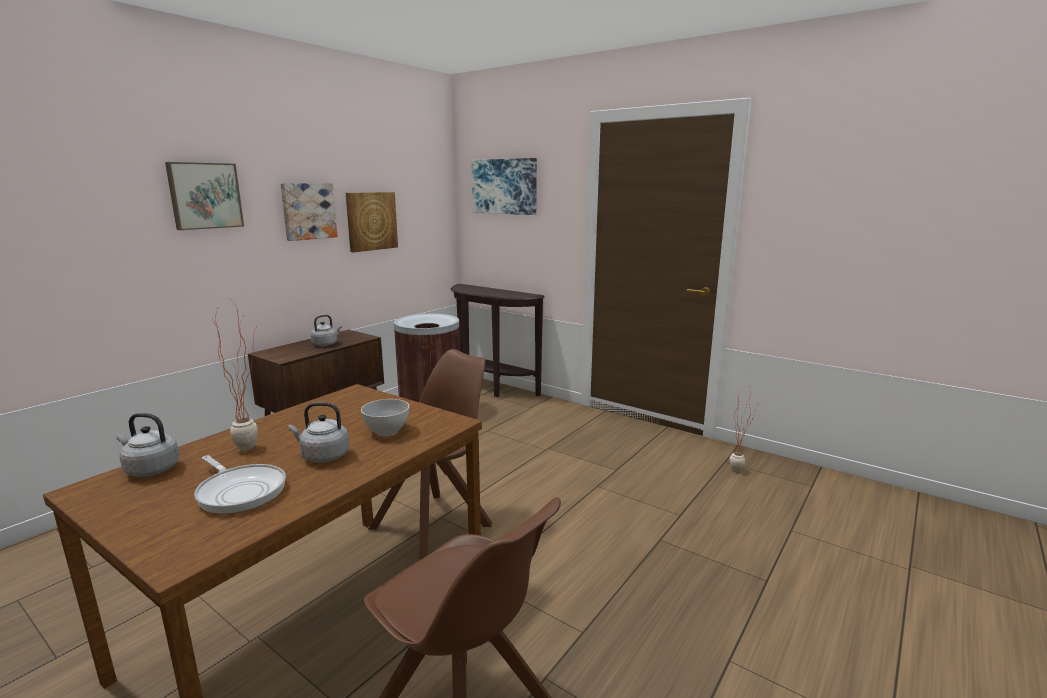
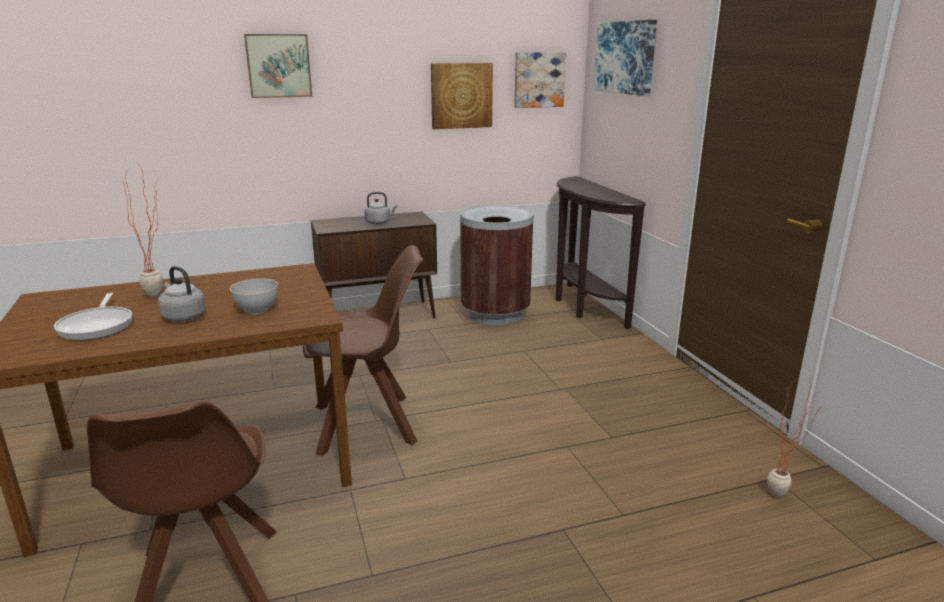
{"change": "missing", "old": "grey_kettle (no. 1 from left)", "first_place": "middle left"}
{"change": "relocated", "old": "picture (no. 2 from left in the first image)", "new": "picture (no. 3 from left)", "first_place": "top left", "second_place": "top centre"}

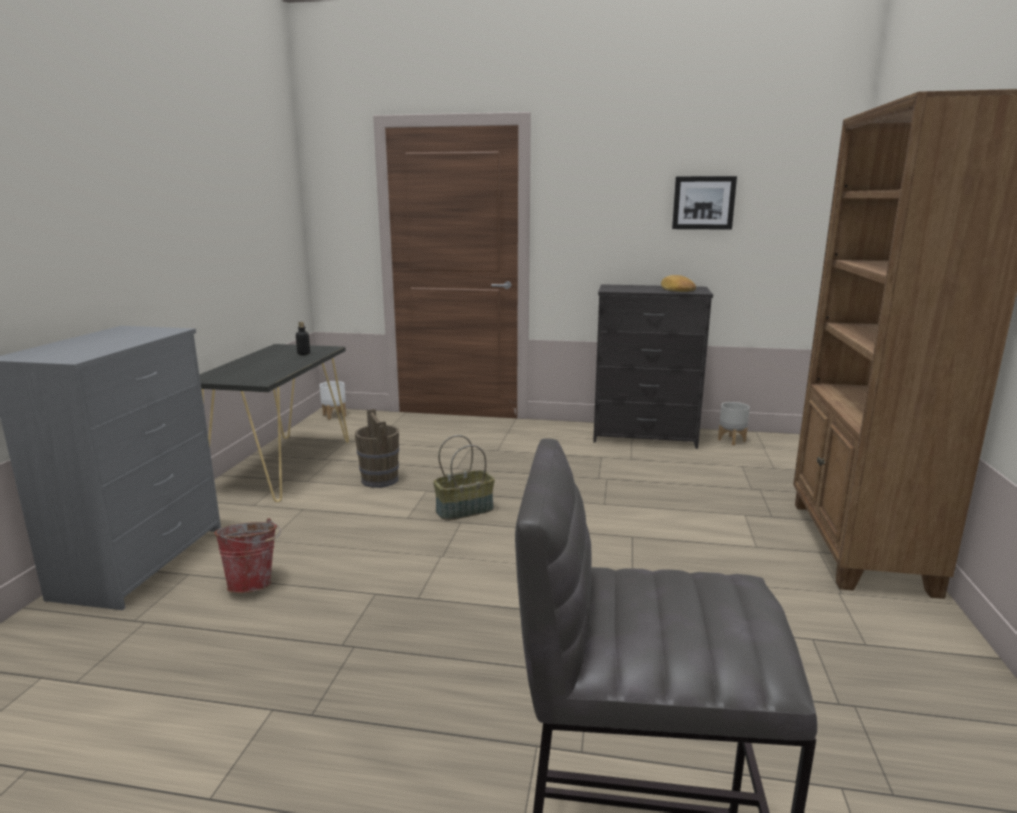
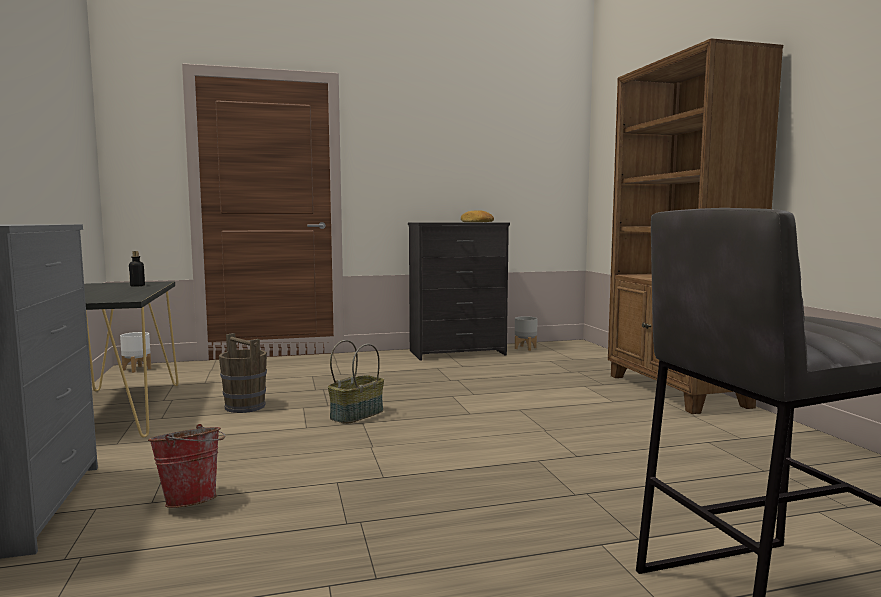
{"change": "missing", "old": "picture", "first_place": "top right"}

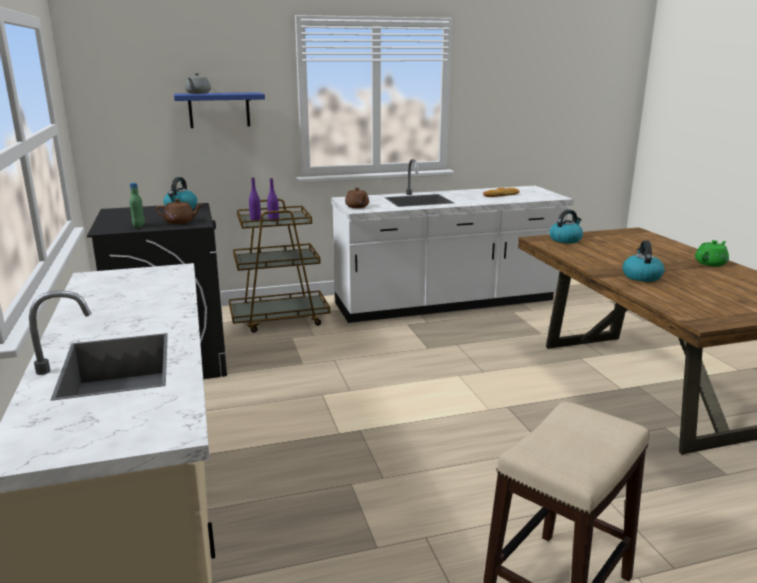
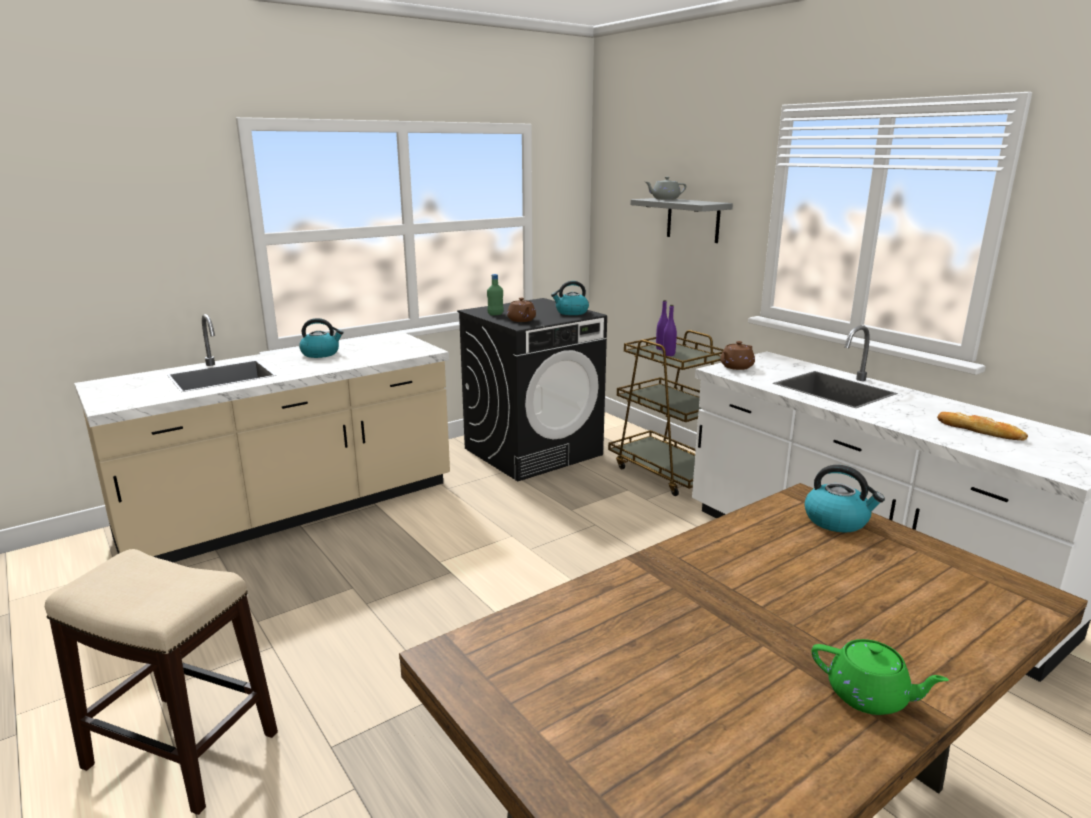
{"change": "colour", "old": "blue_shelf", "new": "grey_shelf", "first_place": "top left", "second_place": "top centre"}
{"change": "relocated", "old": "kettle (no. 3 from left in the first image)", "new": "kettle (no. 1 from left)", "first_place": "middle right", "second_place": "middle left"}

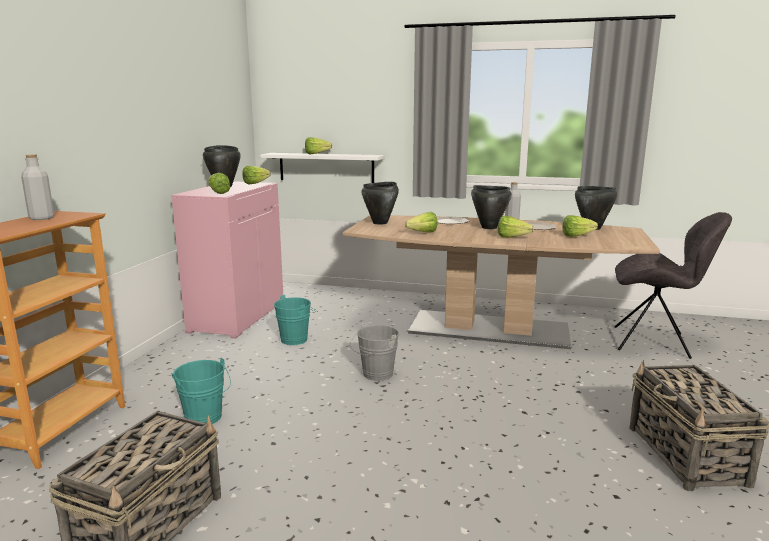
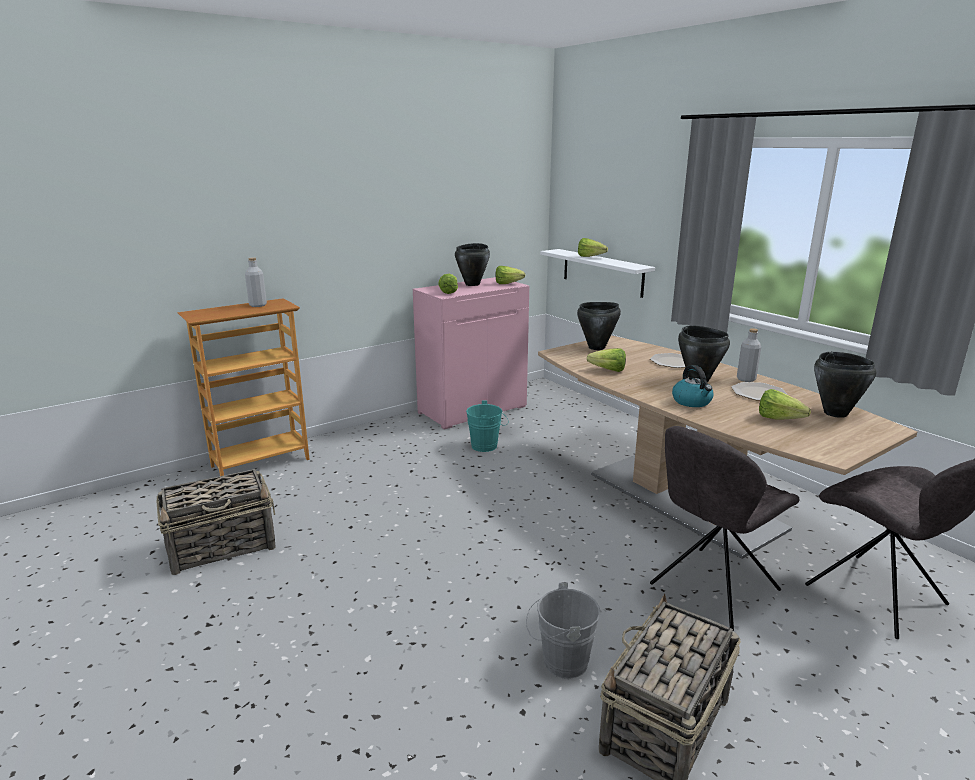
{"change": "missing", "old": "turquoise_bucket (no. 1 from left)", "first_place": "bottom left"}
{"change": "relocated", "old": "grey_bucket", "first_place": "centre", "second_place": "bottom centre"}
{"change": "exchanged", "old": "lettuce (no. 5 from left)", "new": "kettle", "first_place": "middle right", "second_place": "middle right"}
{"change": "appeared", "new": "grey_chair (no. 1 from left)", "second_place": "bottom right"}

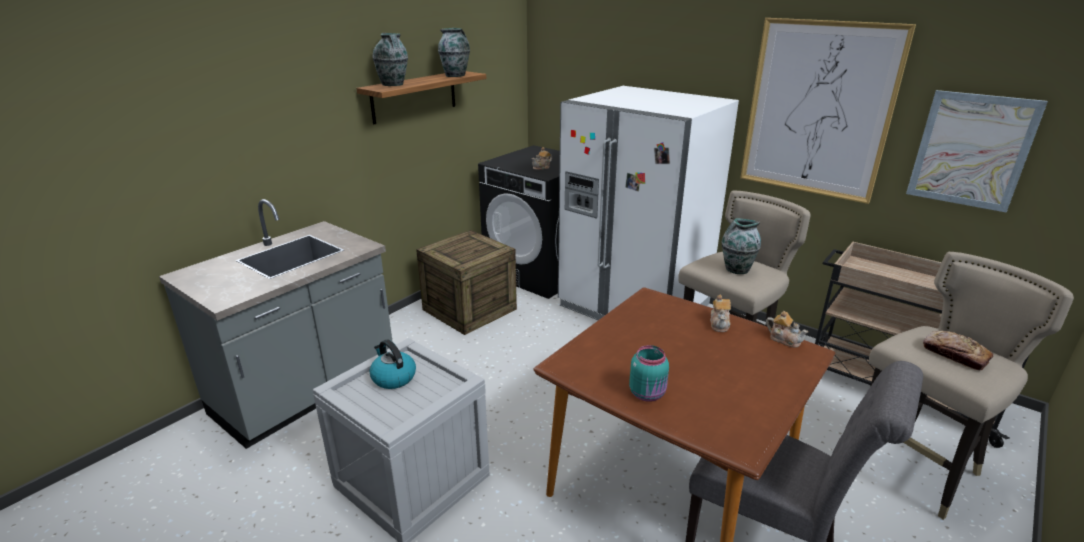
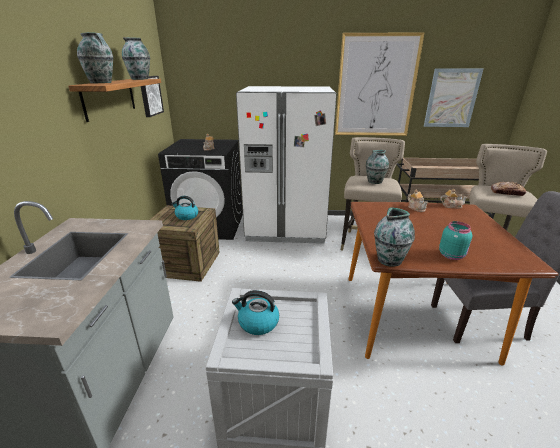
{"change": "appeared", "new": "picture (no. 1 from left)", "second_place": "top left"}
{"change": "appeared", "new": "kettle (no. 1 from left)", "second_place": "middle left"}
{"change": "appeared", "new": "vase (no. 4 from left)", "second_place": "middle right"}

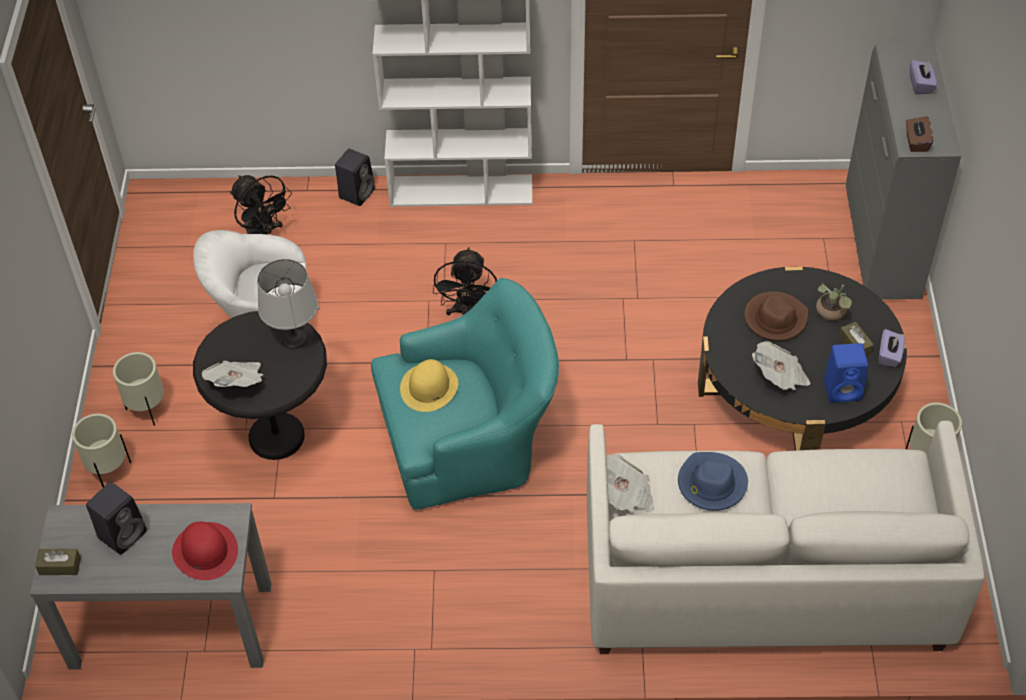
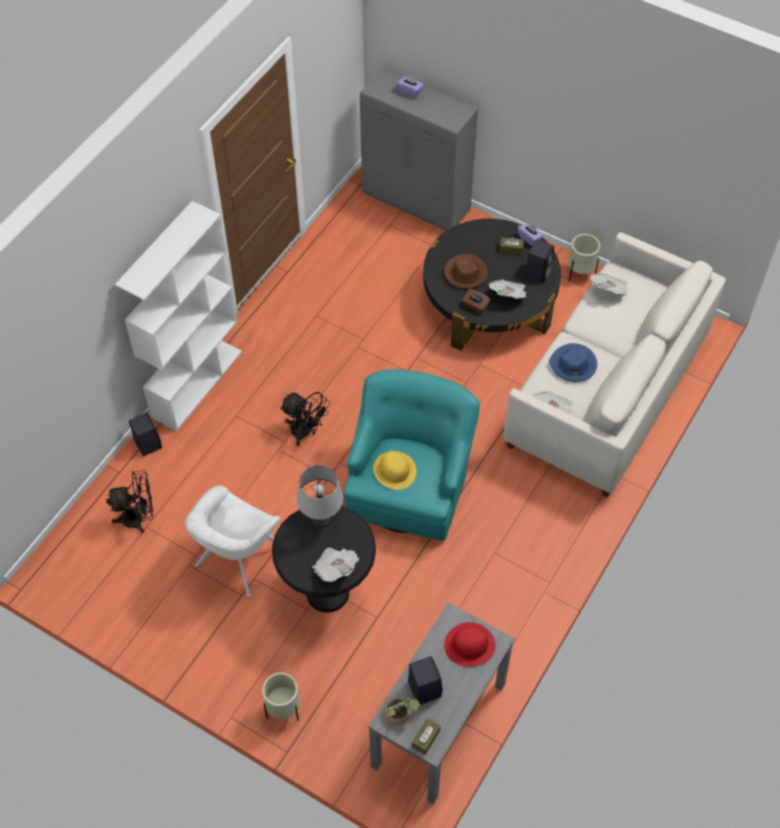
{"change": "missing", "old": "beige_planter (no. 2 from left)", "first_place": "middle left"}
{"change": "relocated", "old": "potted_plant", "first_place": "middle right", "second_place": "bottom centre"}
{"change": "colour", "old": "blue_speaker", "new": "black_speaker (no. 3 from left)", "first_place": "middle right", "second_place": "top right"}
{"change": "relocated", "old": "brown_tissue_box (no. 3 from left in the first image)", "new": "brown_tissue_box (no. 2 from left)", "first_place": "top right", "second_place": "centre"}
{"change": "appeared", "new": "newspaper (no. 4 from left)", "second_place": "middle right"}

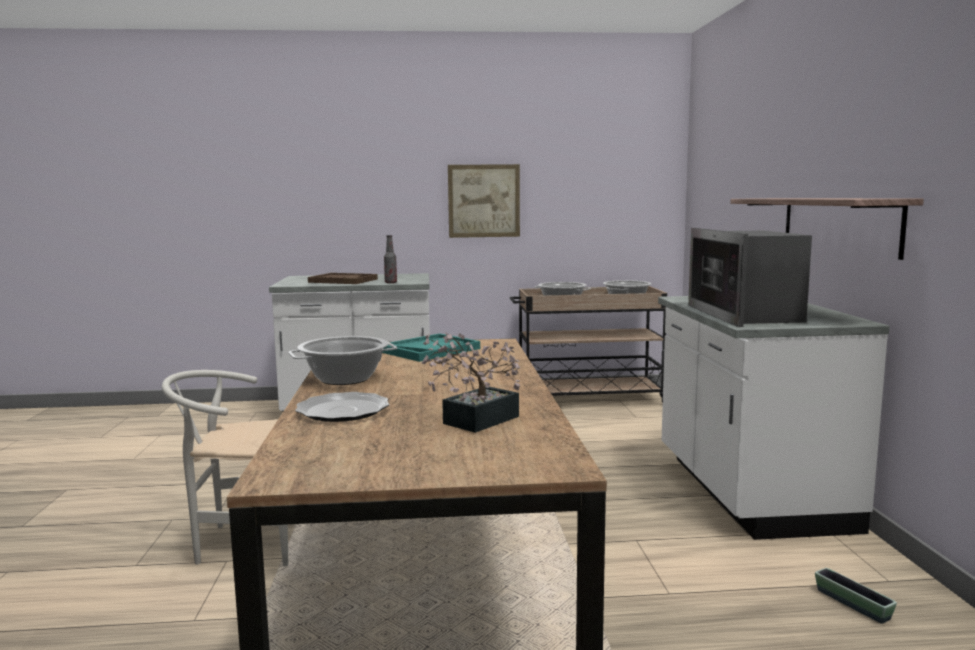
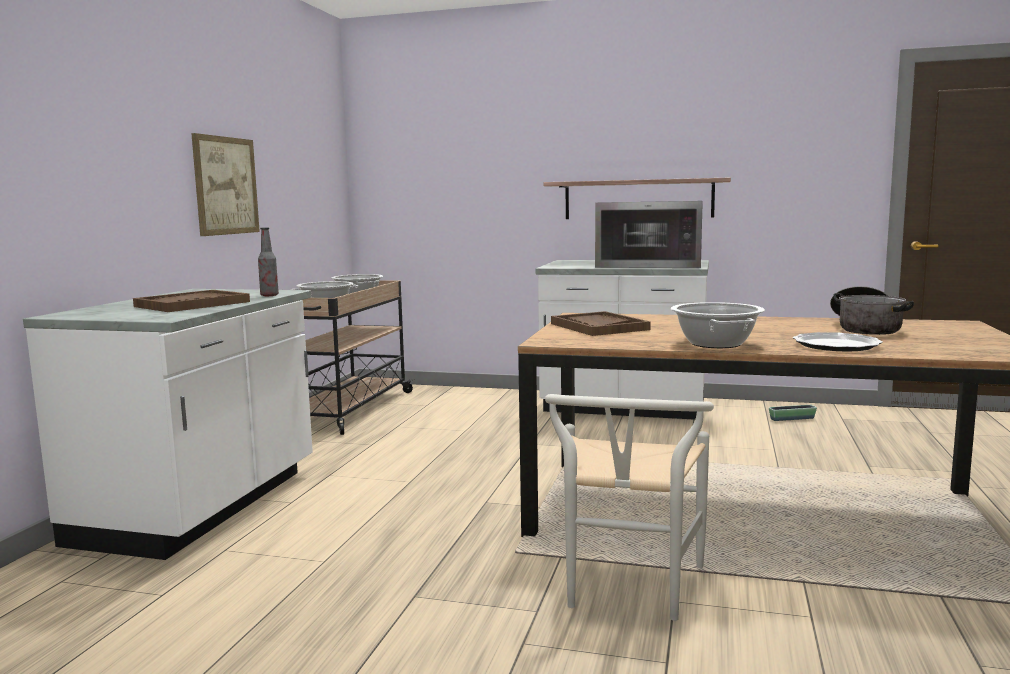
{"change": "colour", "old": "turquoise_tray", "new": "brown_tray (no. 2 from left)", "first_place": "centre", "second_place": "centre"}
{"change": "exchanged", "old": "potted_plant", "new": "cooking_pot (no. 4 from left)", "first_place": "centre", "second_place": "middle right"}

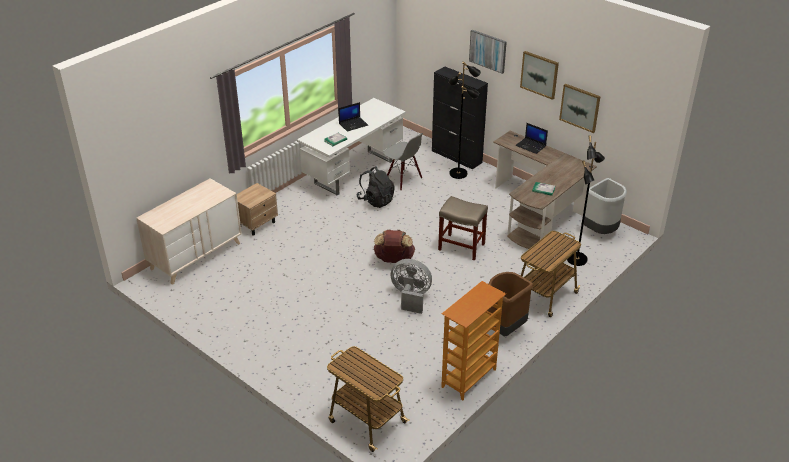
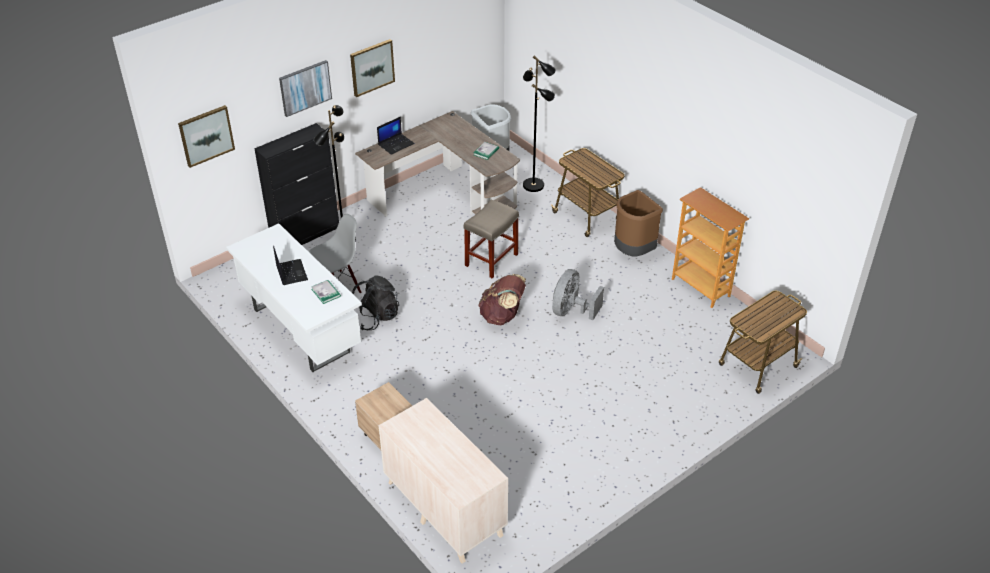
{"change": "relocated", "old": "picture (no. 3 from left in the first image)", "new": "picture (no. 1 from left)", "first_place": "top right", "second_place": "top left"}

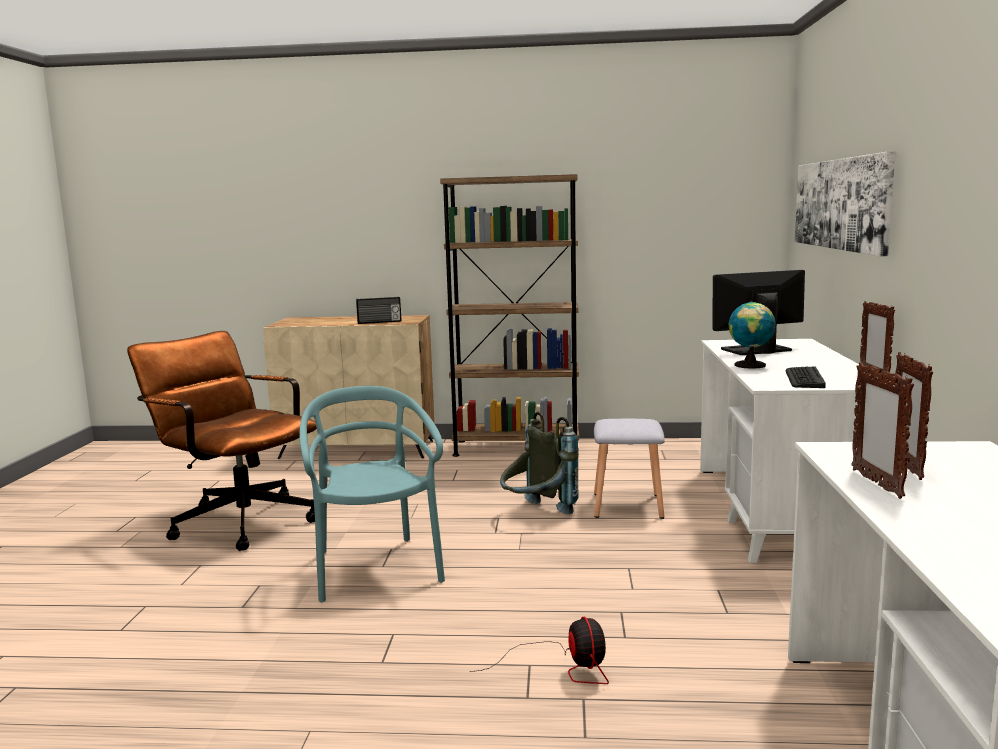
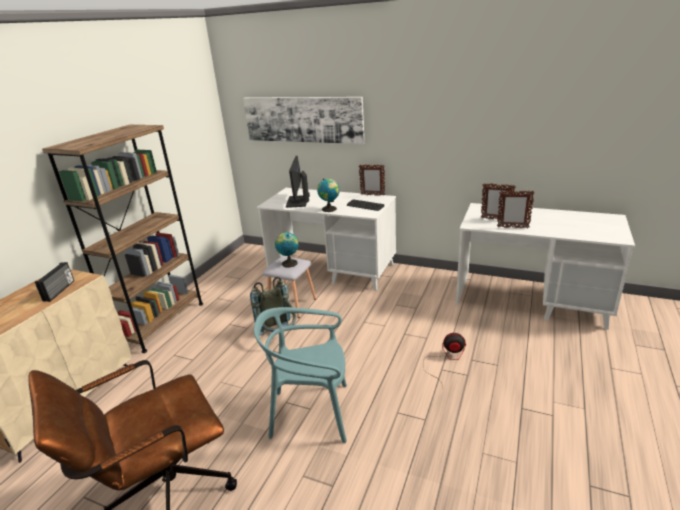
{"change": "appeared", "new": "globe (no. 1 from left)", "second_place": "centre"}

